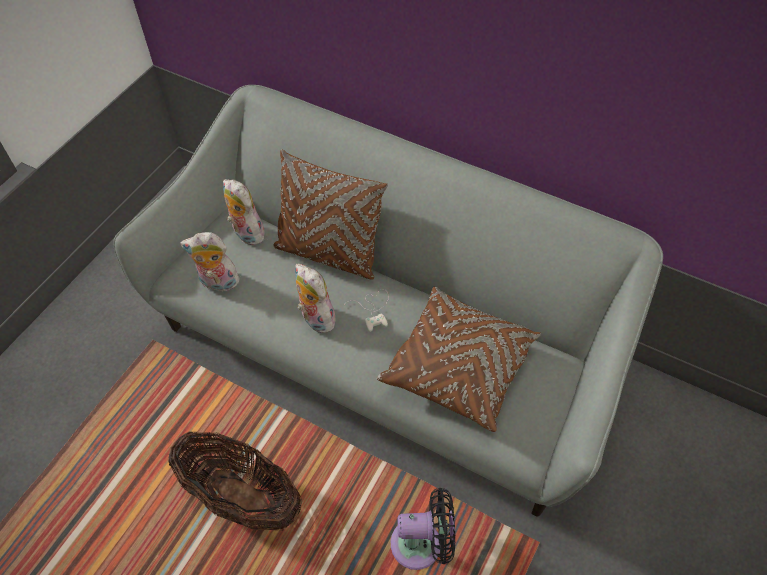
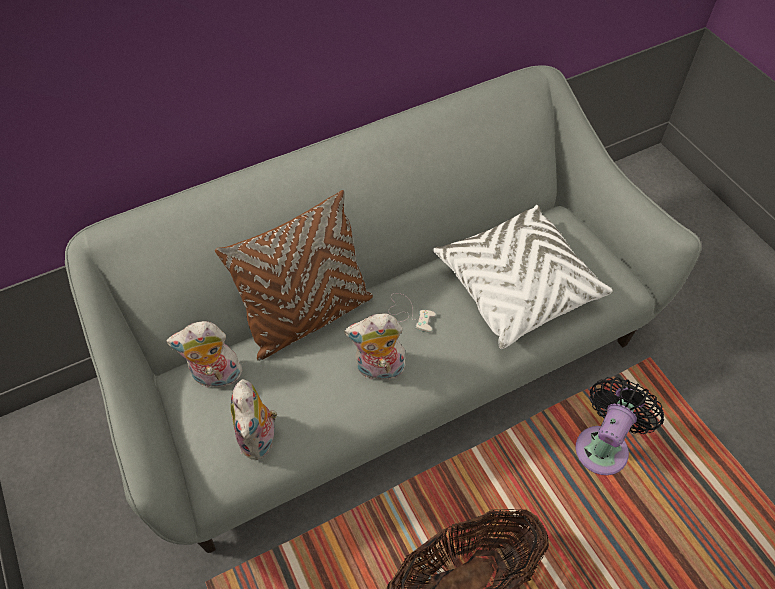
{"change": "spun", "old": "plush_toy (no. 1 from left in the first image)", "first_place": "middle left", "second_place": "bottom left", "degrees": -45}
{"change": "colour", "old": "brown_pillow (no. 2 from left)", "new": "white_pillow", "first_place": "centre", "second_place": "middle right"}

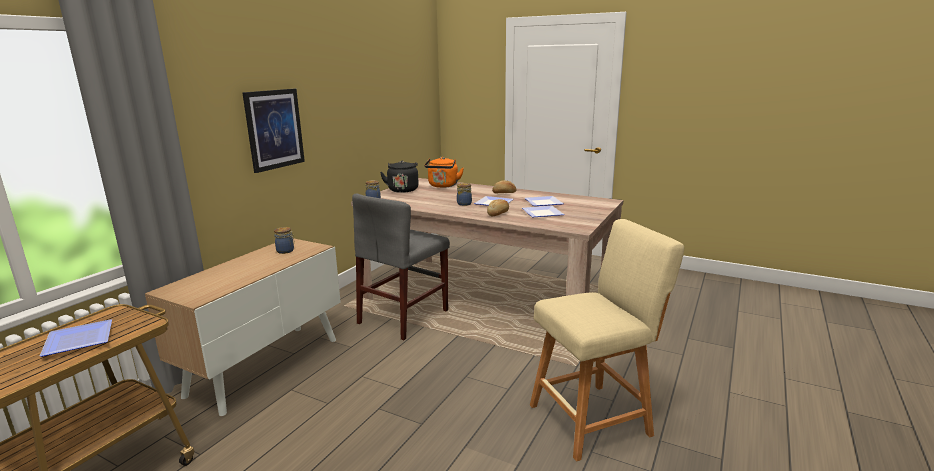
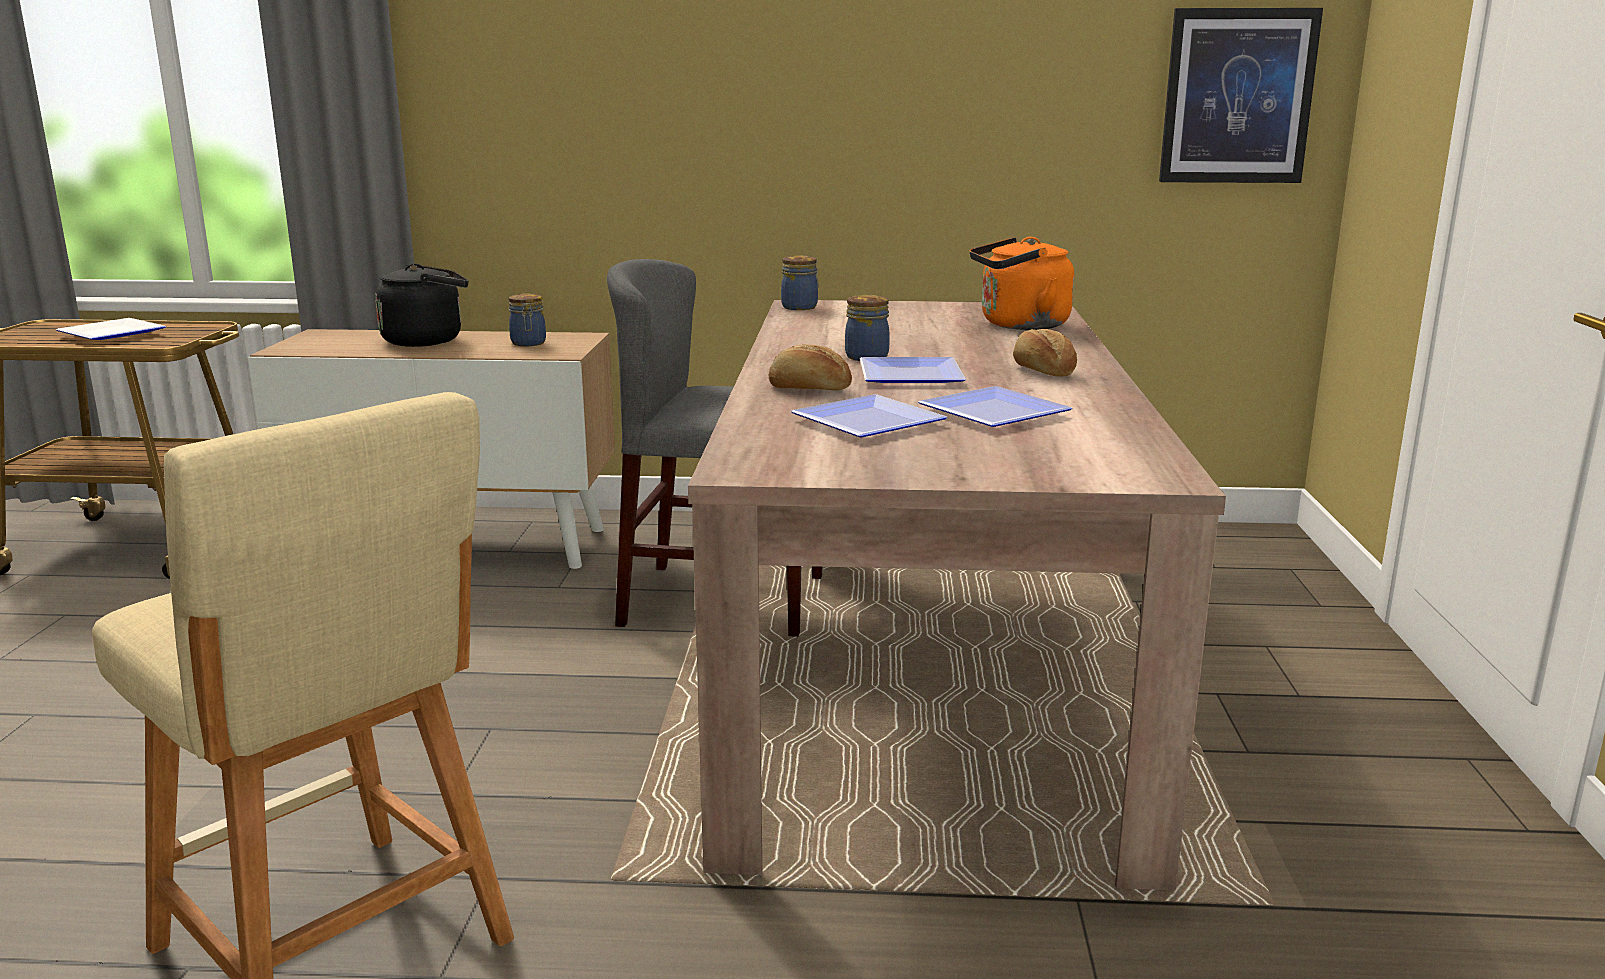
{"change": "relocated", "old": "picture", "first_place": "top left", "second_place": "top right"}
{"change": "relocated", "old": "black_kettle", "first_place": "centre", "second_place": "top left"}

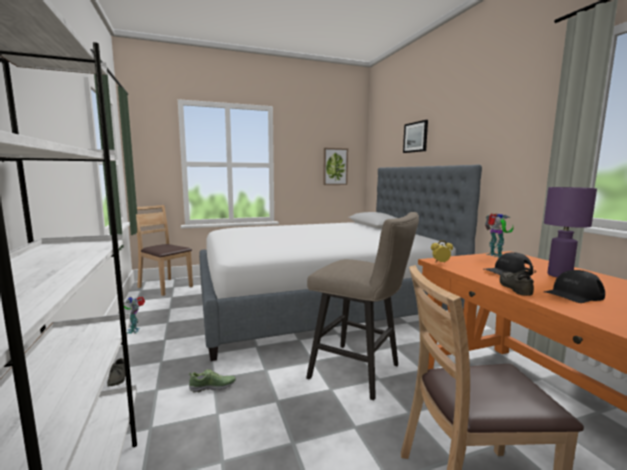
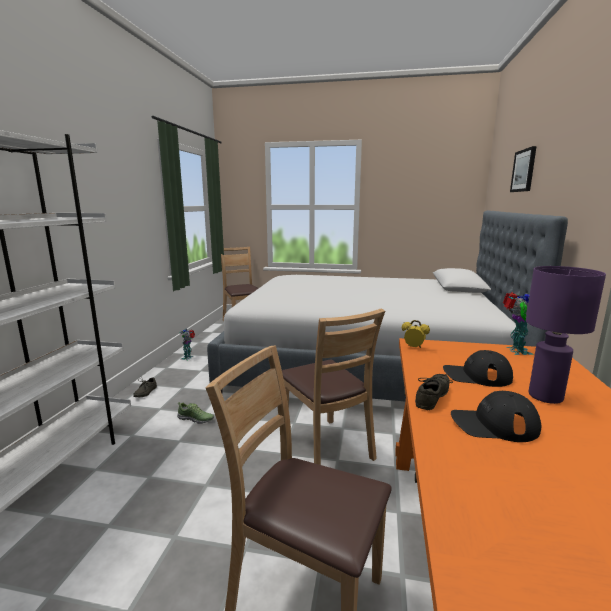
{"change": "exchanged", "old": "beige_stool", "new": "brown_chair (no. 3 from left)", "first_place": "centre", "second_place": "centre"}
{"change": "missing", "old": "picture (no. 1 from left)", "first_place": "centre"}

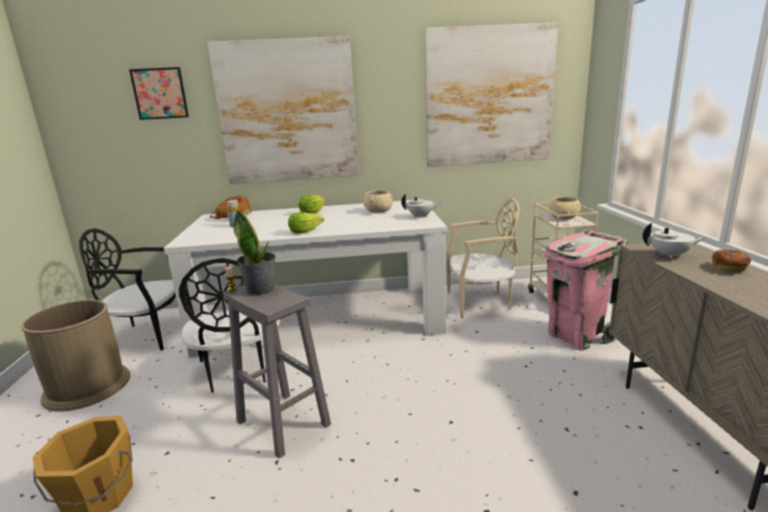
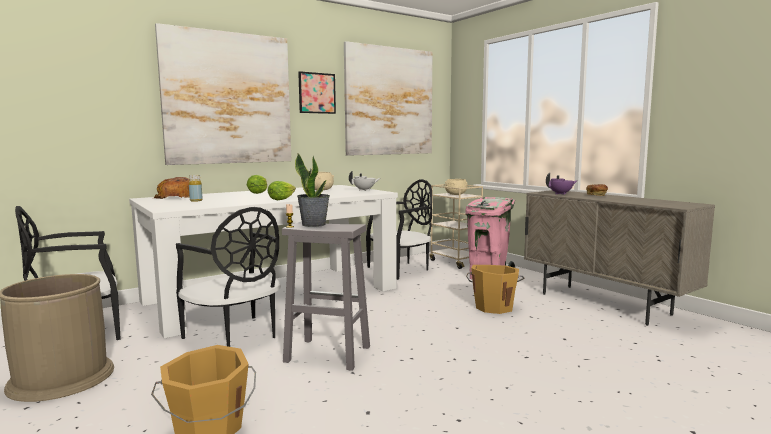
{"change": "relocated", "old": "picture (no. 1 from left in the first image)", "new": "picture (no. 2 from left)", "first_place": "top left", "second_place": "top centre"}
{"change": "colour", "old": "beige_chair", "new": "black_chair (no. 3 from left)", "first_place": "centre", "second_place": "centre"}
{"change": "colour", "old": "white_teapot (no. 2 from left)", "new": "purple_teapot", "first_place": "middle right", "second_place": "middle right"}
{"change": "appeared", "new": "orange_bucket (no. 2 from left)", "second_place": "centre"}

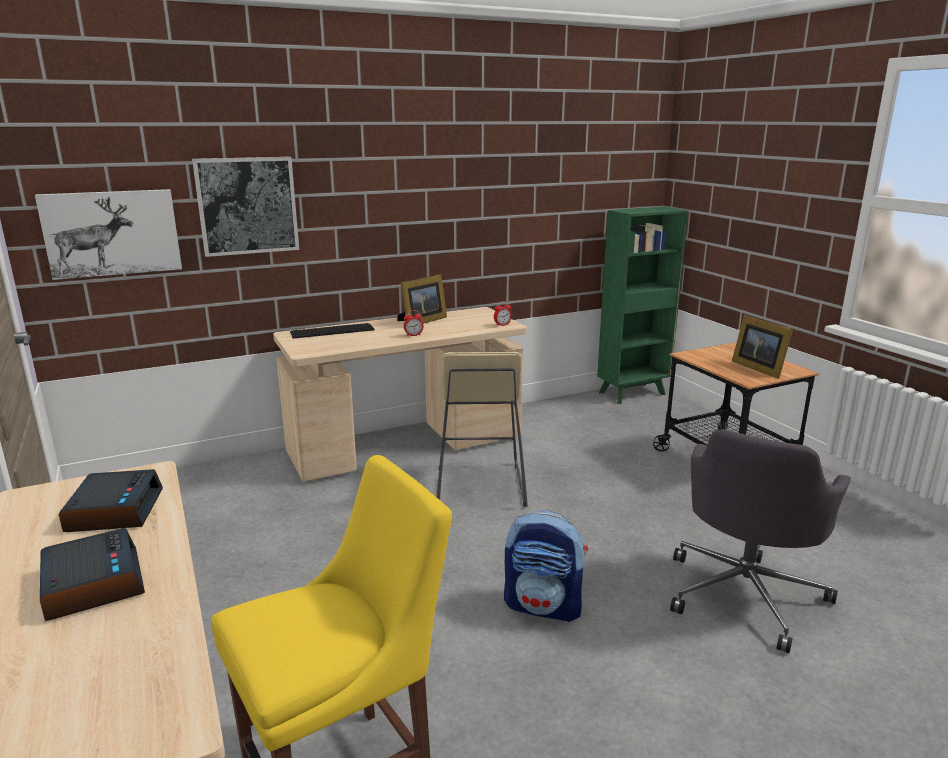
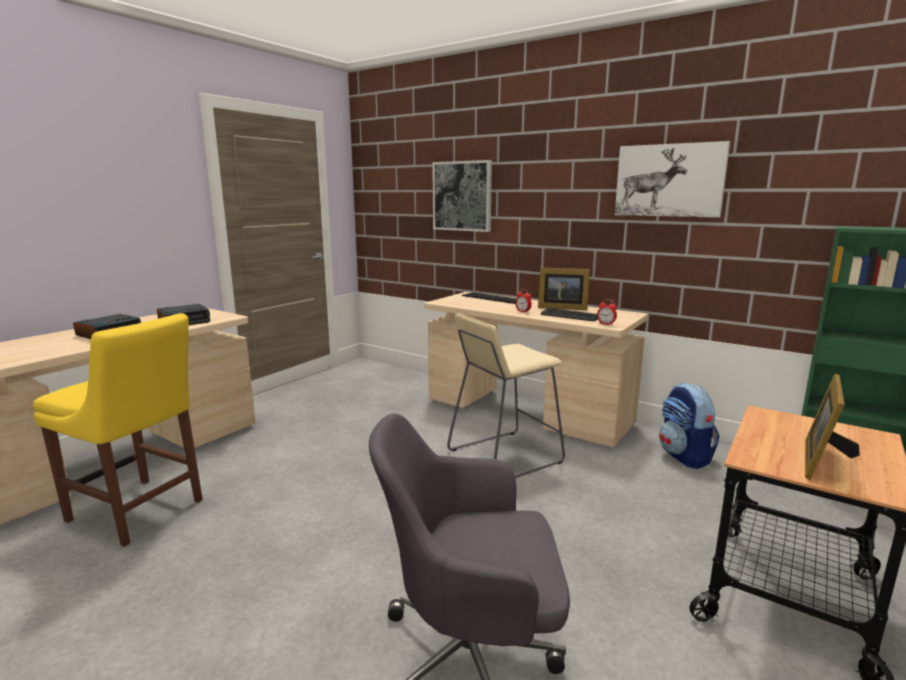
{"change": "relocated", "old": "picture (no. 1 from left in the first image)", "new": "picture (no. 2 from left)", "first_place": "top left", "second_place": "top right"}
{"change": "relocated", "old": "backpack", "first_place": "bottom centre", "second_place": "middle right"}
{"change": "appeared", "new": "keyboard (no. 2 from left)", "second_place": "centre"}

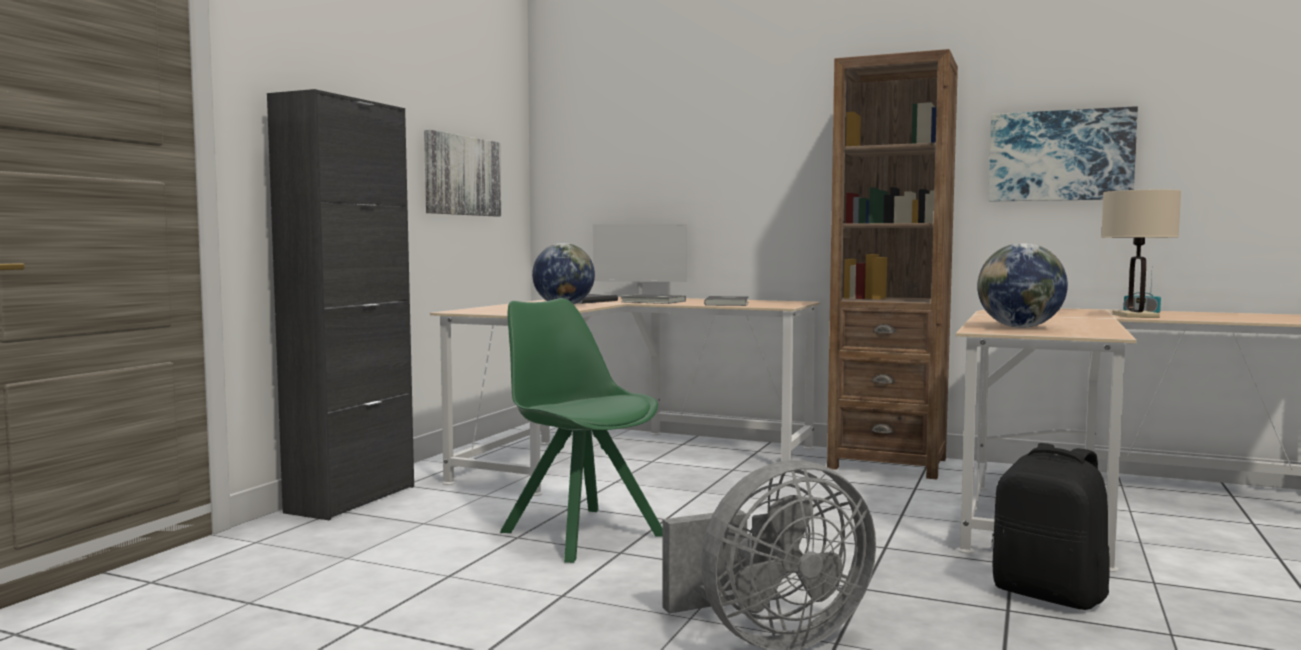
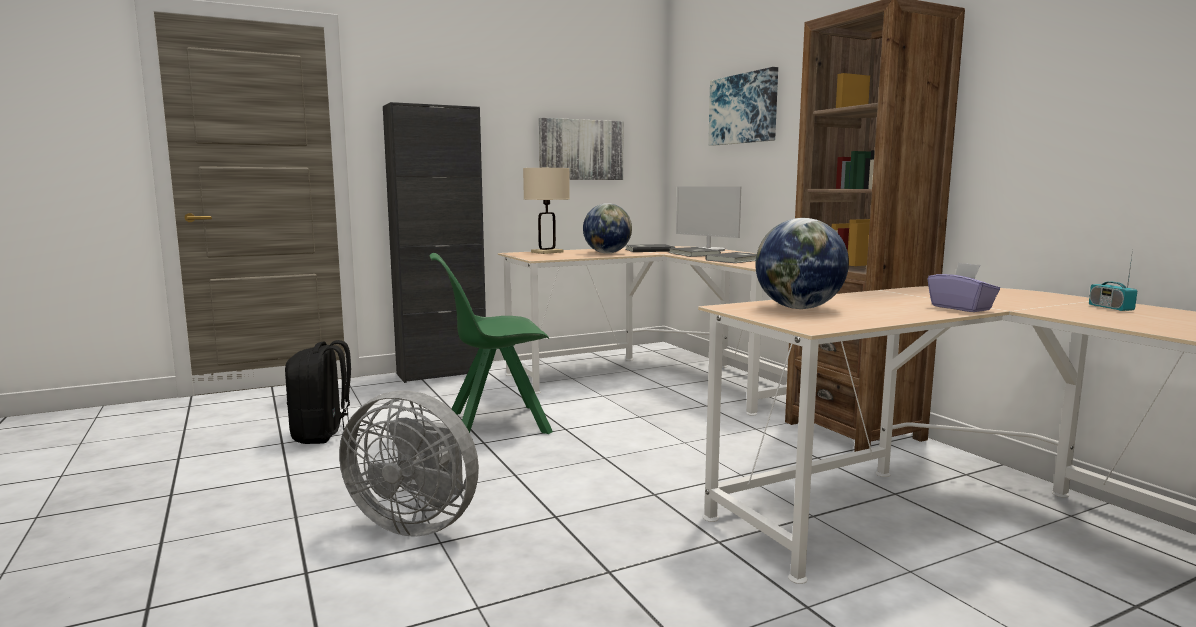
{"change": "spun", "old": "green_chair", "first_place": "centre", "second_place": "centre", "degrees": -105}
{"change": "relocated", "old": "picture (no. 2 from left)", "first_place": "top right", "second_place": "top centre"}
{"change": "relocated", "old": "black_backpack", "first_place": "bottom right", "second_place": "middle left"}
{"change": "relocated", "old": "beige_table_lamp", "first_place": "middle right", "second_place": "centre"}
{"change": "appeared", "new": "purple_tissue_box", "second_place": "middle right"}

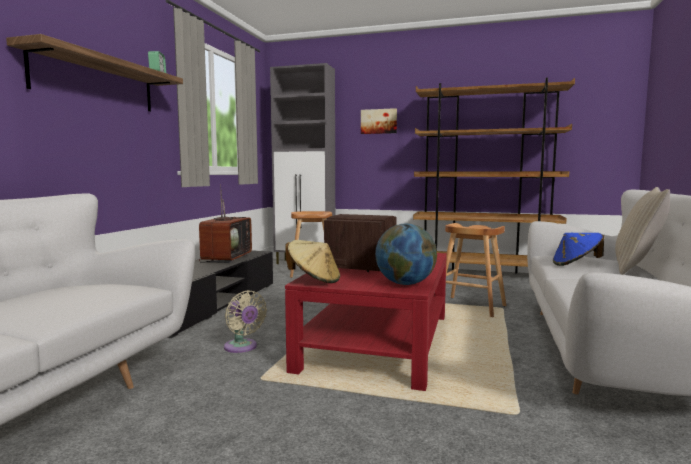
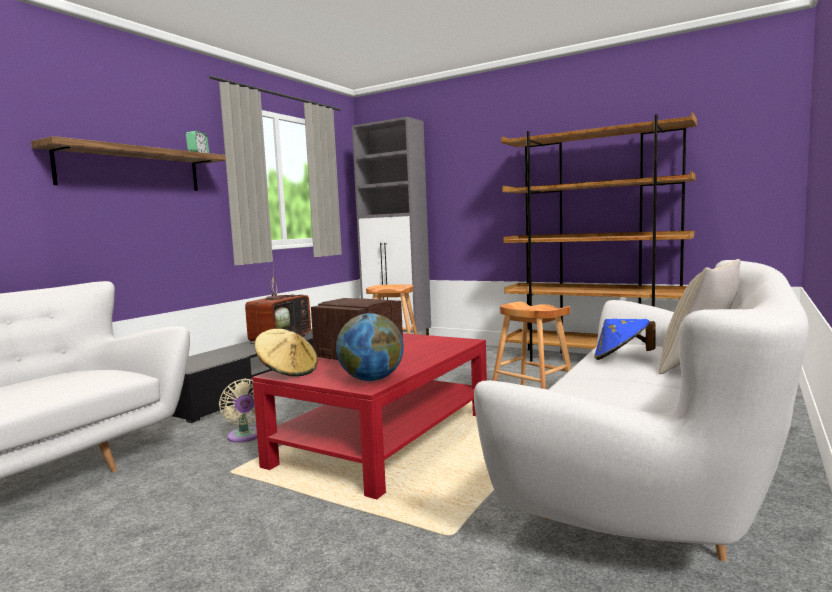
{"change": "missing", "old": "picture", "first_place": "top centre"}

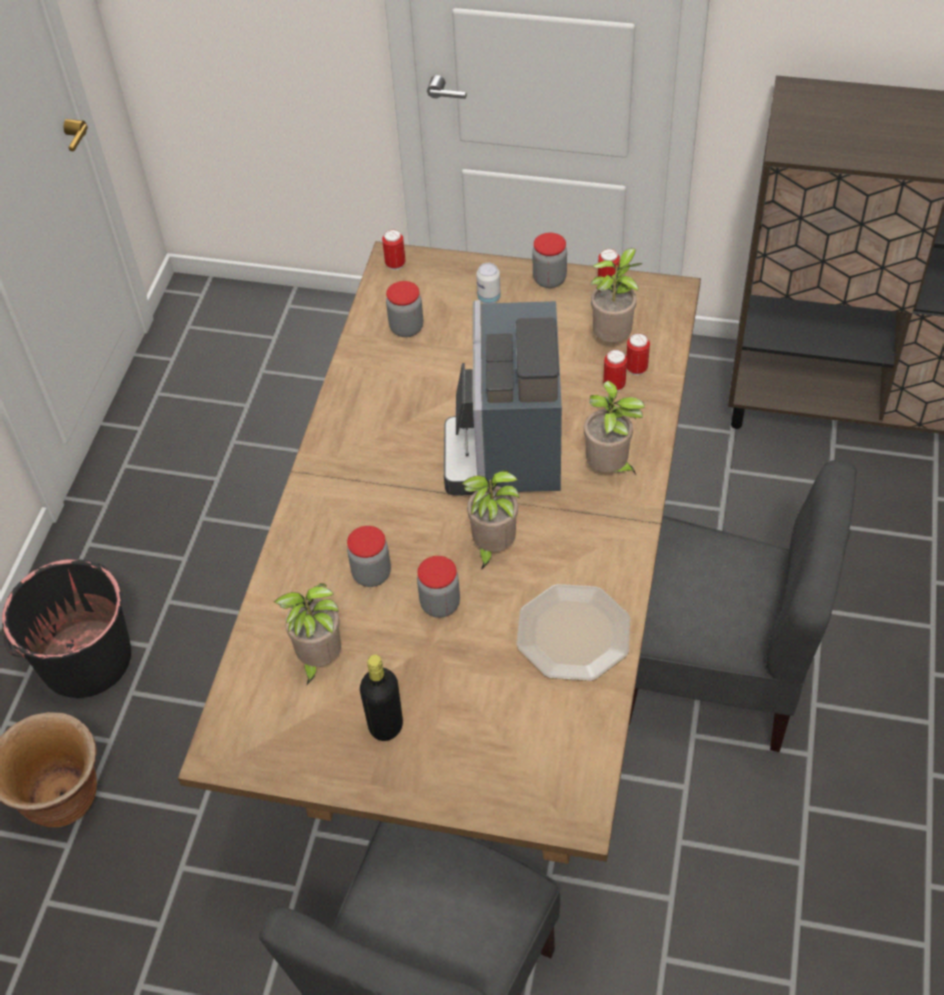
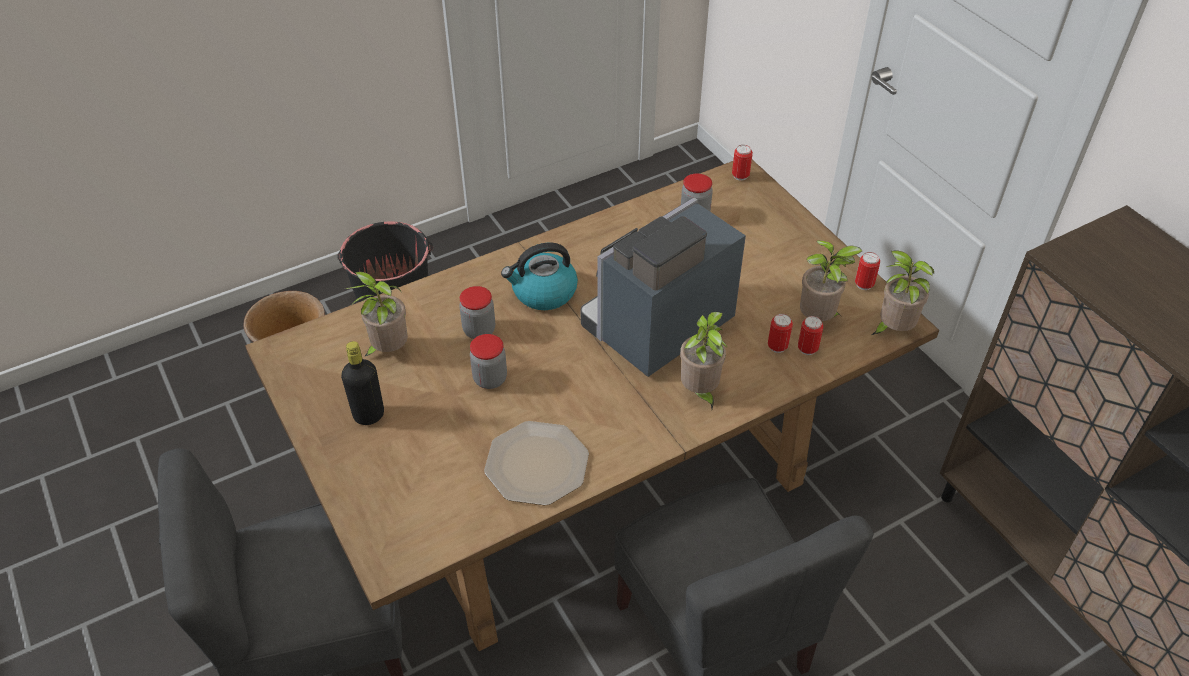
{"change": "relocated", "old": "potted_plant (no. 2 from left in the first image)", "new": "potted_plant (no. 4 from left)", "first_place": "centre", "second_place": "middle right"}
{"change": "missing", "old": "can (no. 2 from left)", "first_place": "top centre"}
{"change": "missing", "old": "jar (no. 4 from left)", "first_place": "top centre"}
{"change": "appeared", "new": "kettle", "second_place": "centre"}

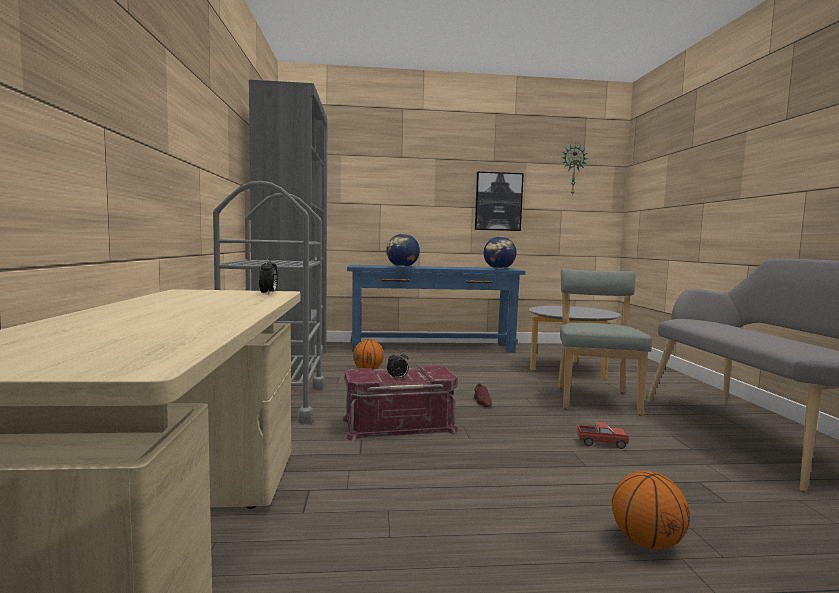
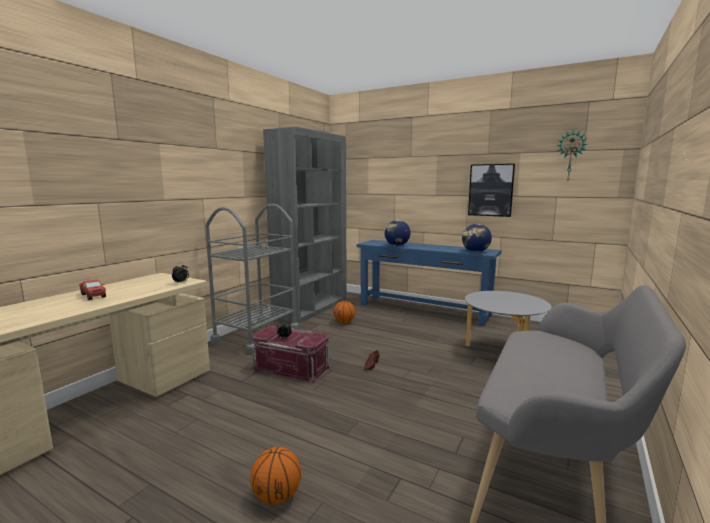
{"change": "missing", "old": "grey_chair", "first_place": "middle right"}
{"change": "relocated", "old": "toy_truck", "first_place": "bottom right", "second_place": "middle left"}

